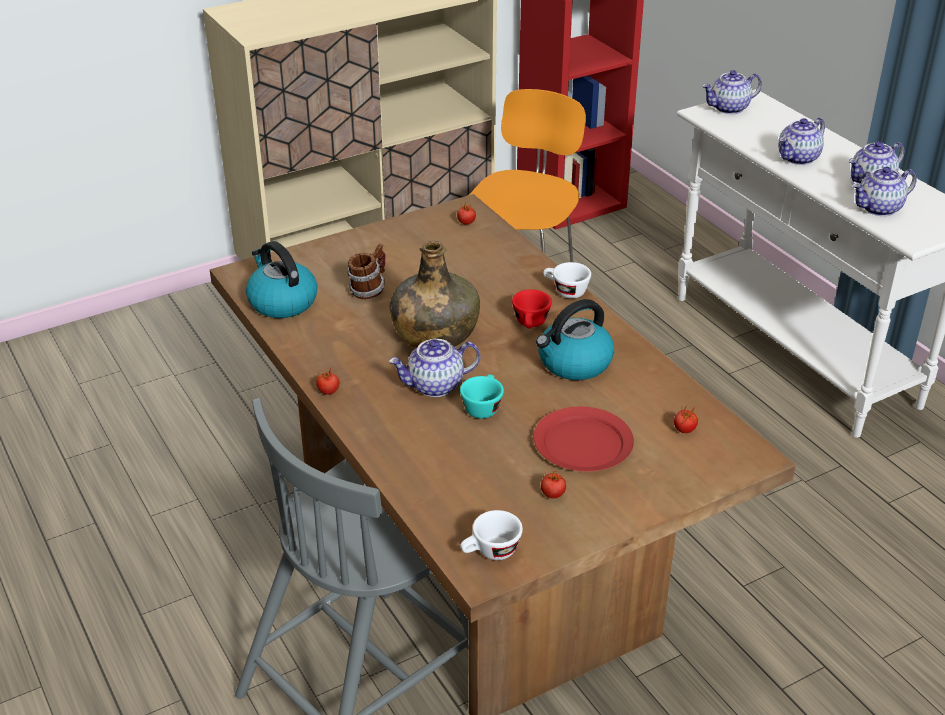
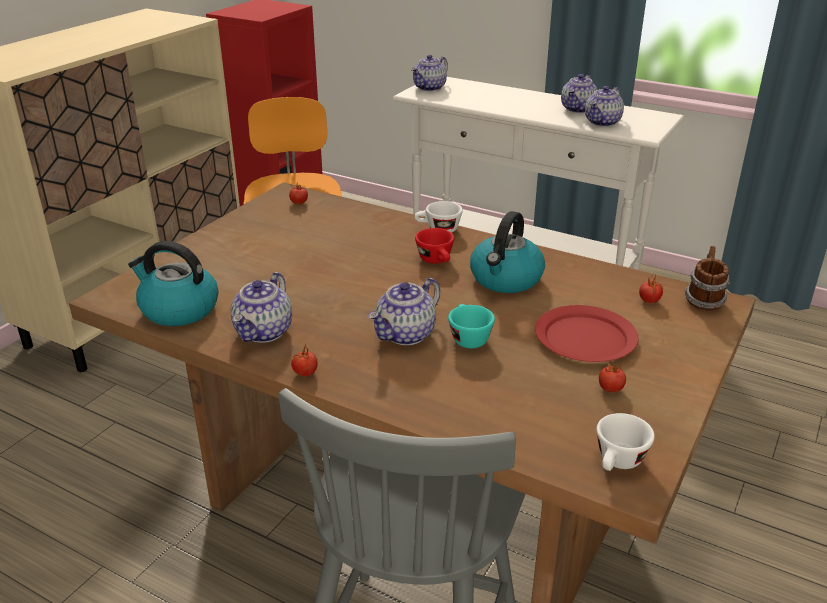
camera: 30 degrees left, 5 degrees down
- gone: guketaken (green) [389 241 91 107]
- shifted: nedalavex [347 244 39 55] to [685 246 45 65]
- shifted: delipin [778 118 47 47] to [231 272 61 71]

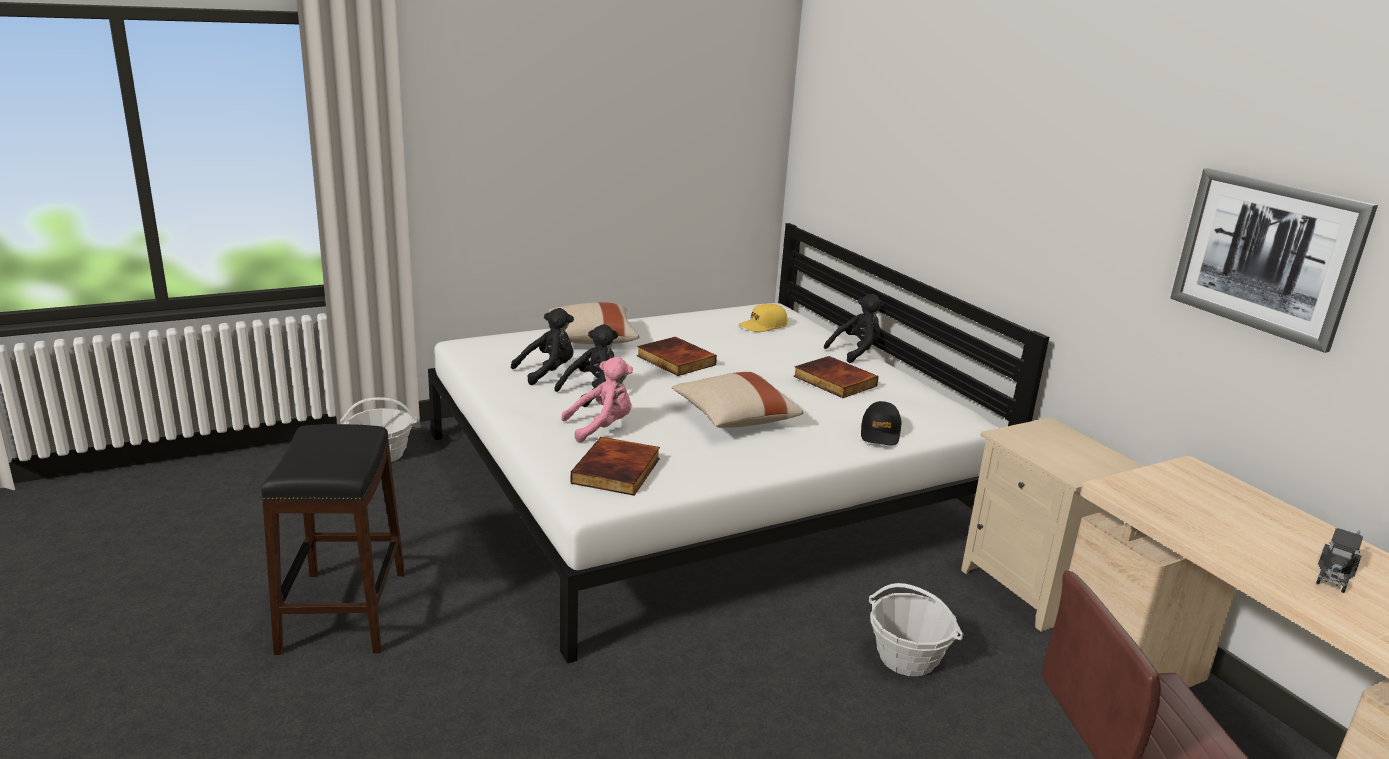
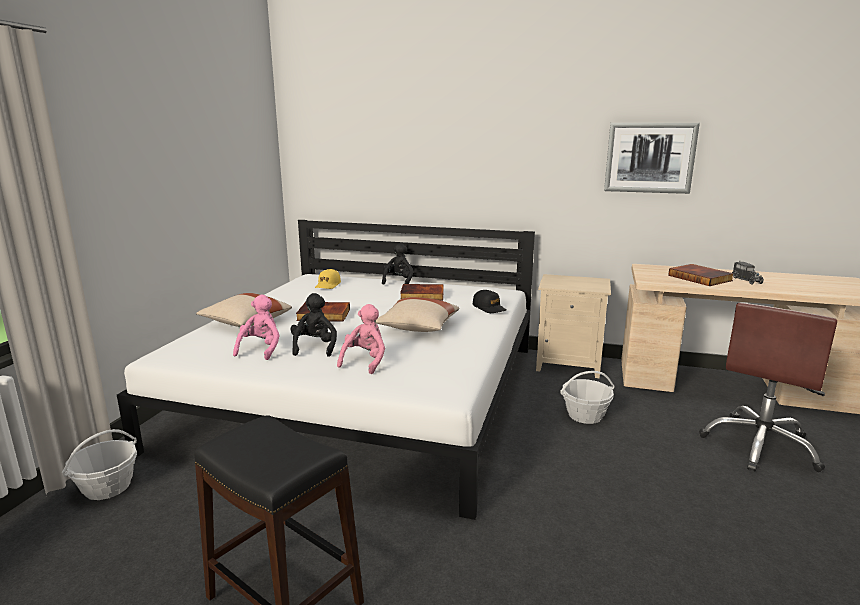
camera: 45 degrees left, 5 degrees down
- shifted: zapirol [571 437 89 59] to [668 264 66 22]
- repainted: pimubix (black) [511 308 63 77] to pimubix (pink) [233 295 47 65]

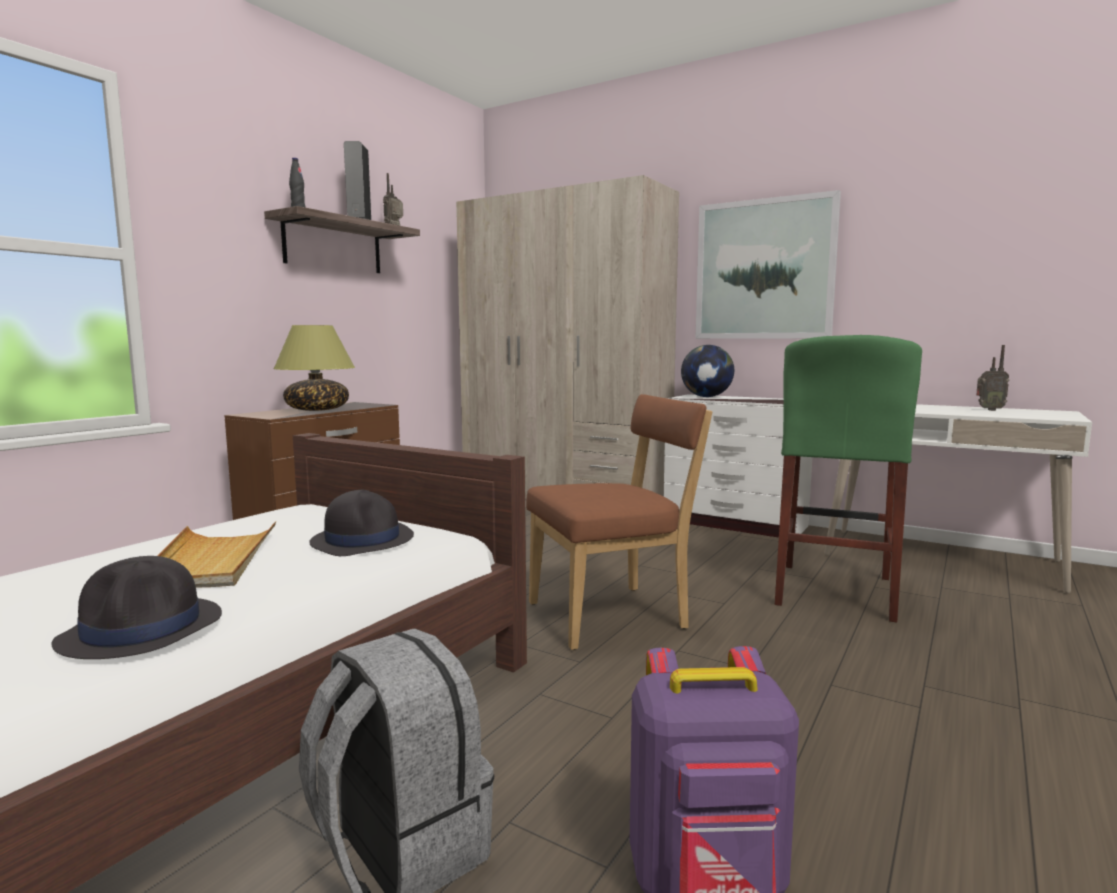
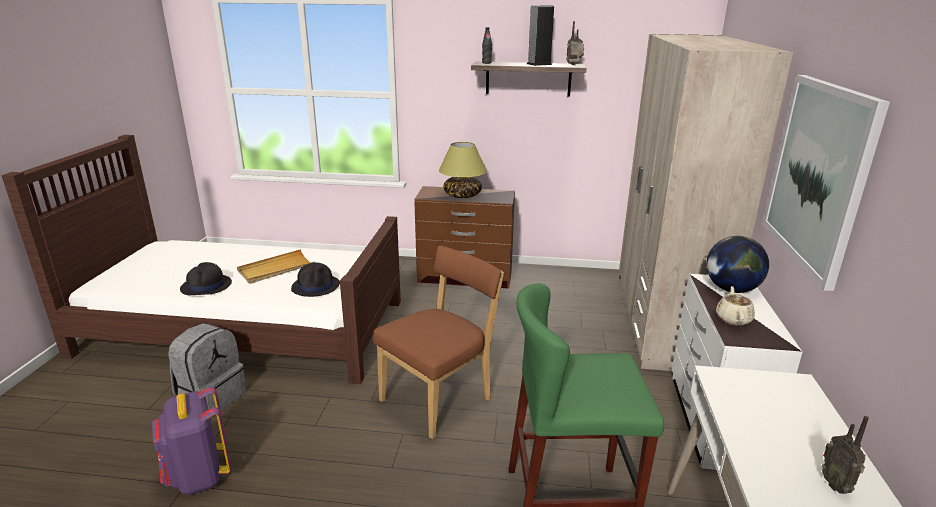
camera: 65 degrees right, 15 degrees up
- new: delipin (beige) [716 286 39 40]
- rotated: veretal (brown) [526 394 186 256] = [373 246 131 193] 90 degrees counterclockwise

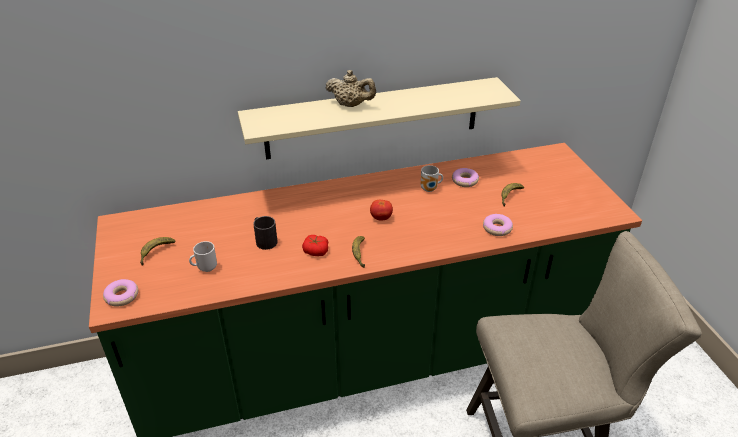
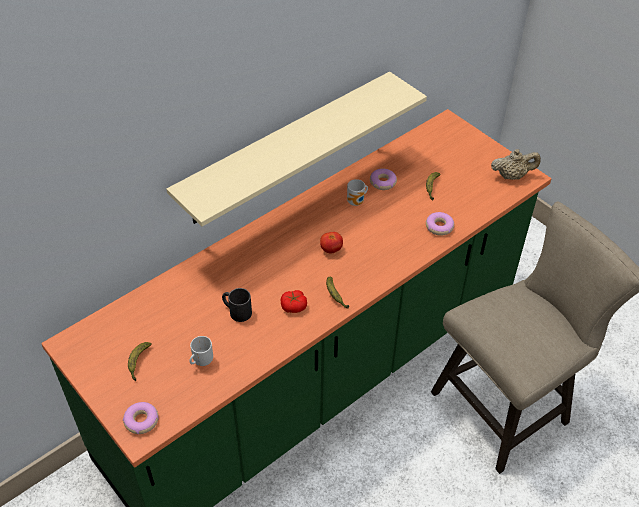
camera: 25 degrees left, 10 degrees up
- shifted: delipin (beige) [326 70 50 37] to [491 149 50 31]

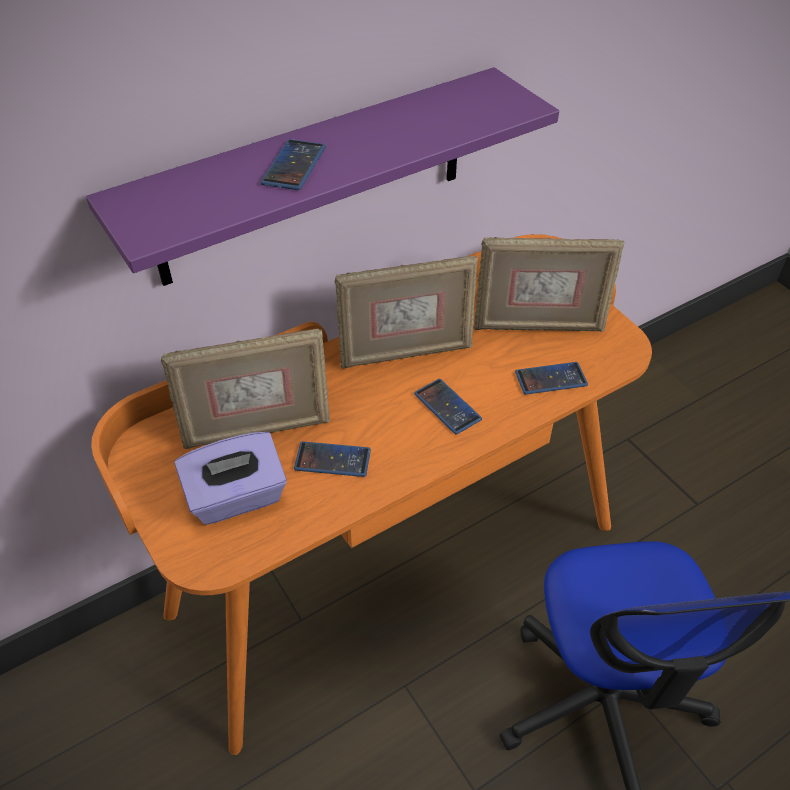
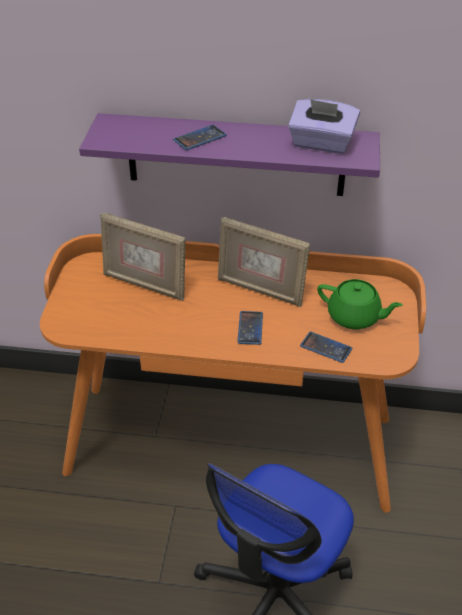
camera: 40 degrees right, 5 degrees down
- gone: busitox [294 441 77 36]
- shifted: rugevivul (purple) [175 432 112 93] to [288 99 72 55]
- swapped: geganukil [474 237 150 95] to delipin (green) [317 279 86 50]

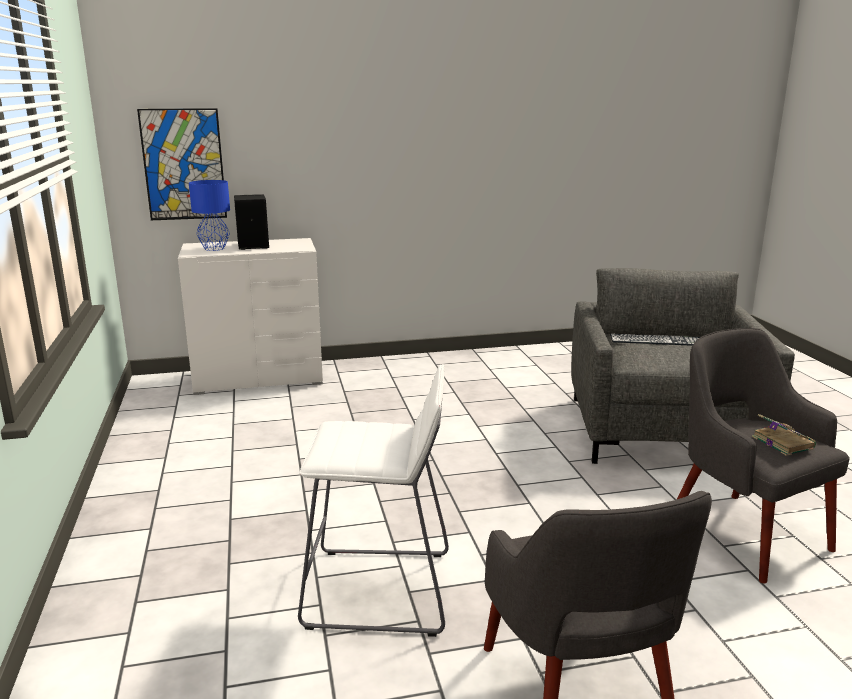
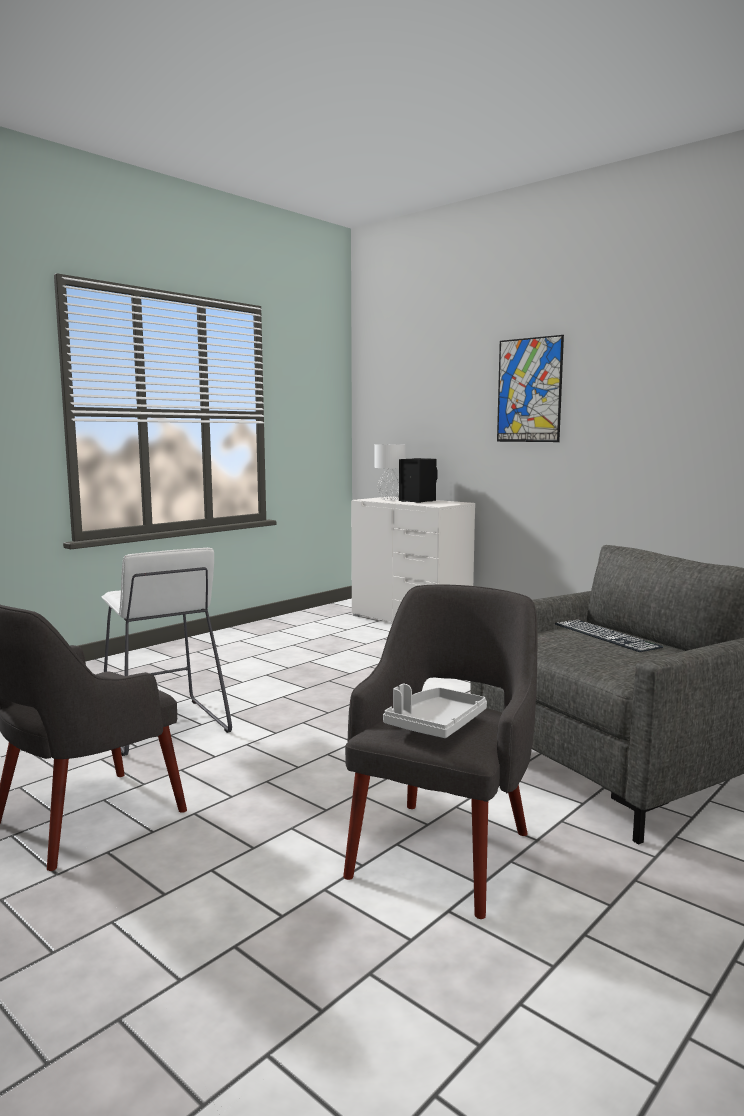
camera: 55 degrees right, 10 degrees down
- shifted: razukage [137 108 90 112] to [497 335 67 107]
- swapped: zapirol [752 414 64 42] to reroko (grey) [383 684 104 54]
- repainted: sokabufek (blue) [189 180 41 71] to sokabufek (white) [375 444 31 56]

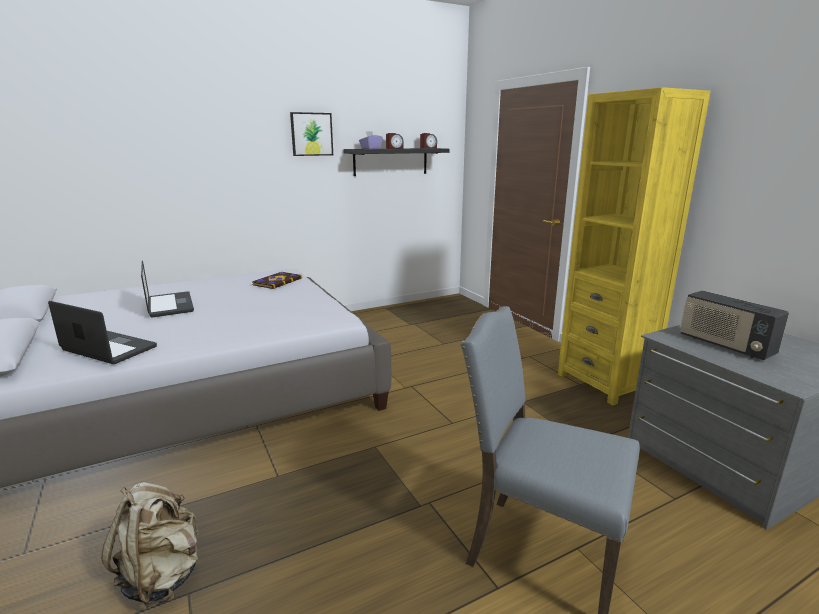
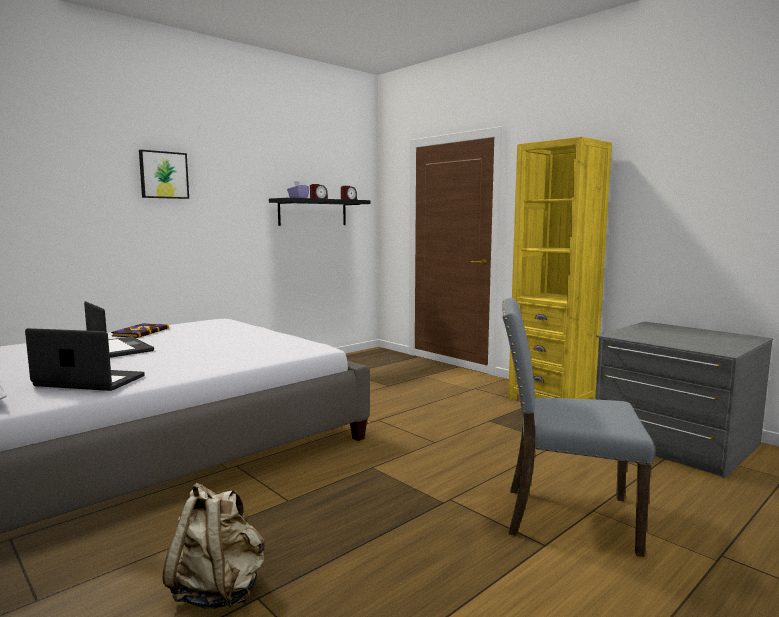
camera: 15 degrees left, 10 degrees down
- gone: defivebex [680 290 109 70]
- shifted: zapirol [252 272 50 17] to [111 323 58 15]
- shifted: razukage [290 112 43 44] to [139 150 50 49]

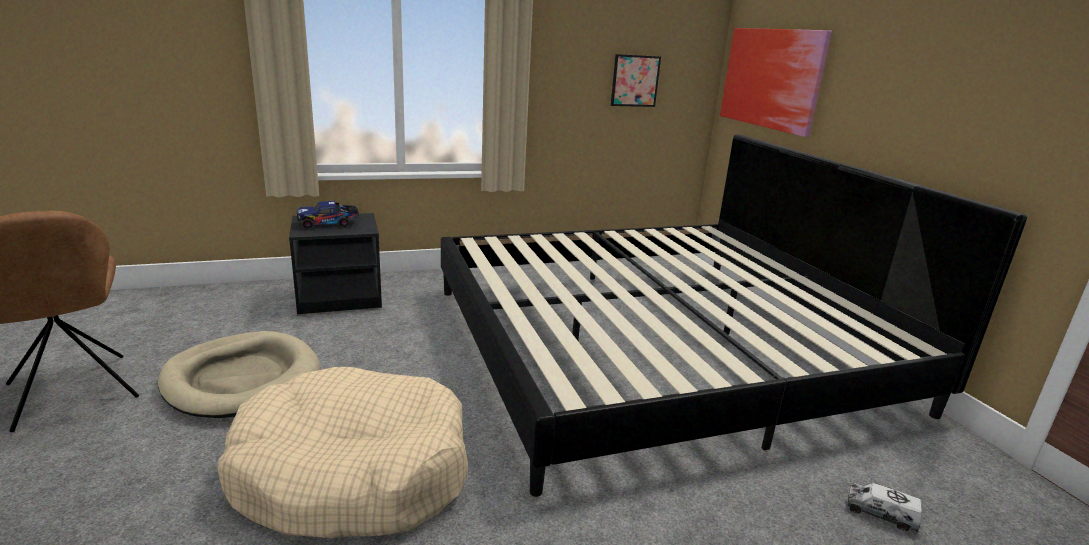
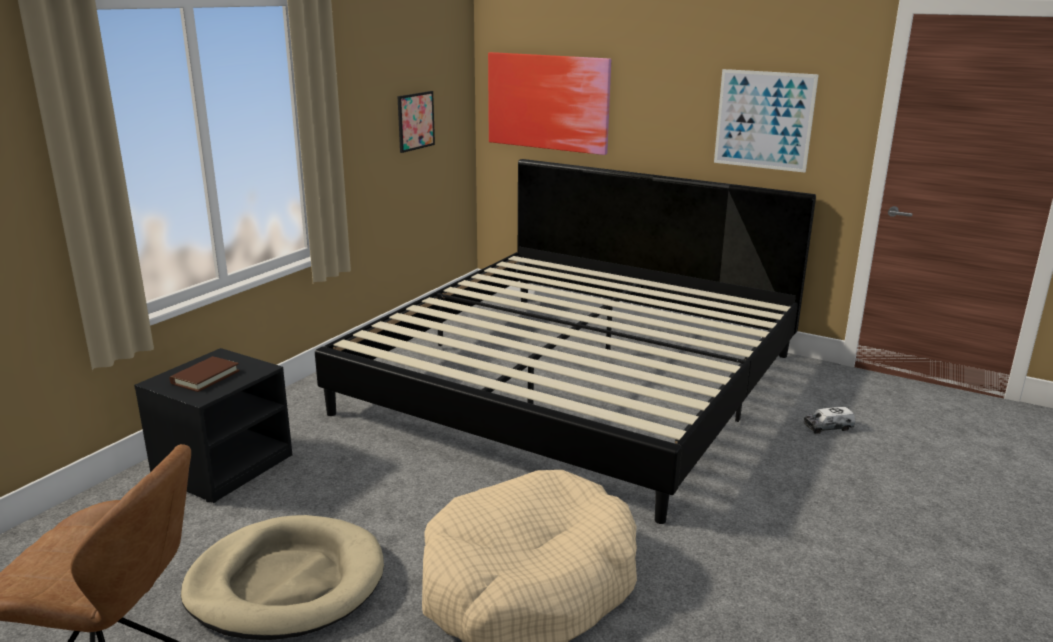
camera: 40 degrees left, 0 degrees up
- new: razukage [714 69 105 104]
- swapped: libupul [297 201 62 28] to zapirol (brown) [170 356 70 36]

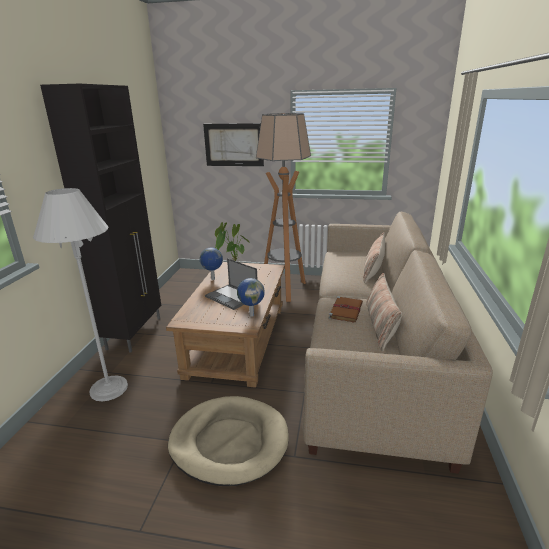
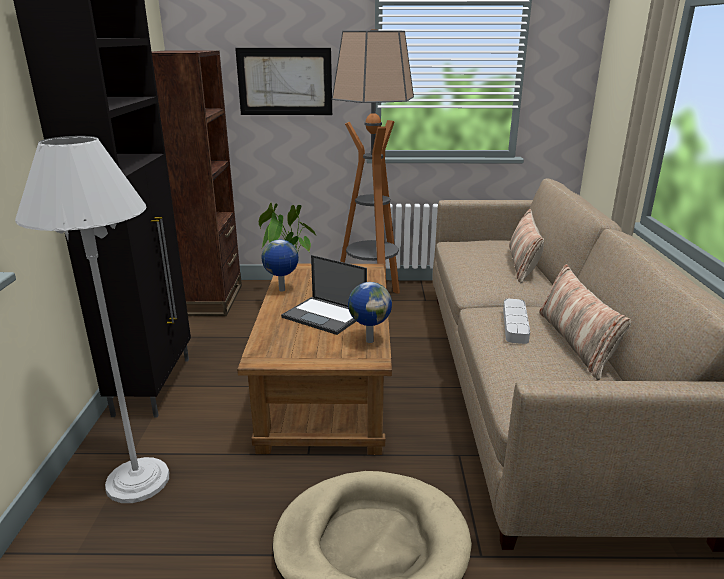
camera: 10 degrees left, 0 degrees up
- new: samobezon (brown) [152 51 90 265]
- swapped: zapirol (brown) [328 296 35 26] to reroko (grey) [503 299 27 45]

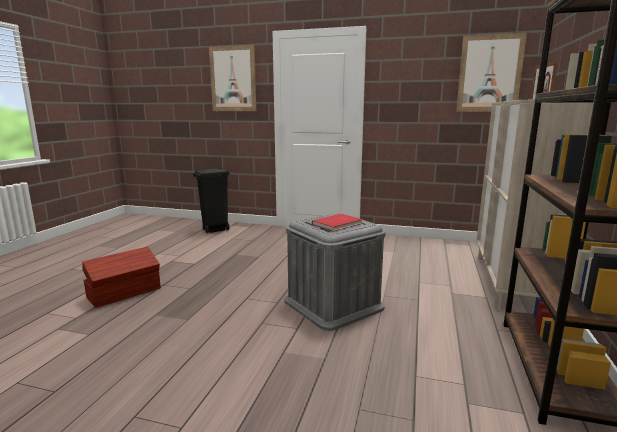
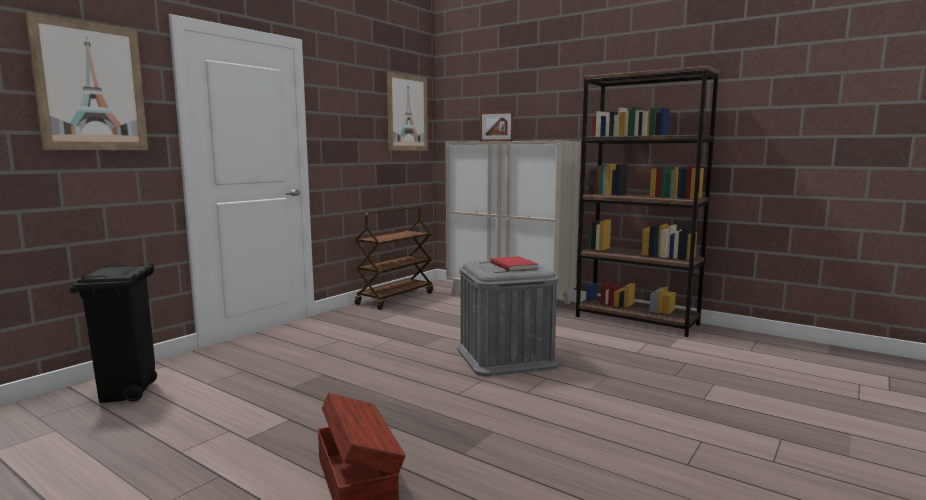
camera: 70 degrees left, 5 degrees down
- new: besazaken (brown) [355 207 78 103]

